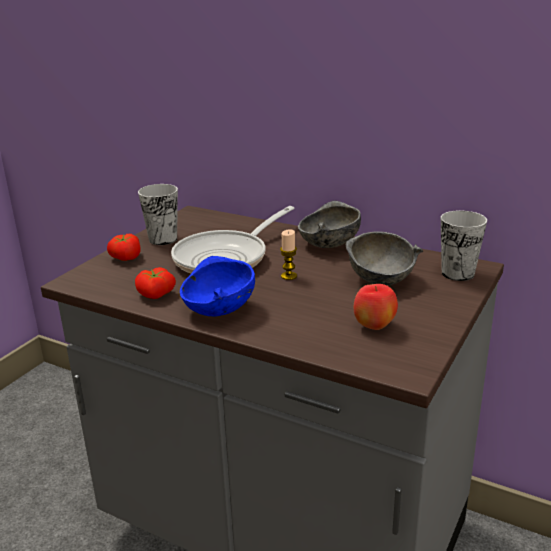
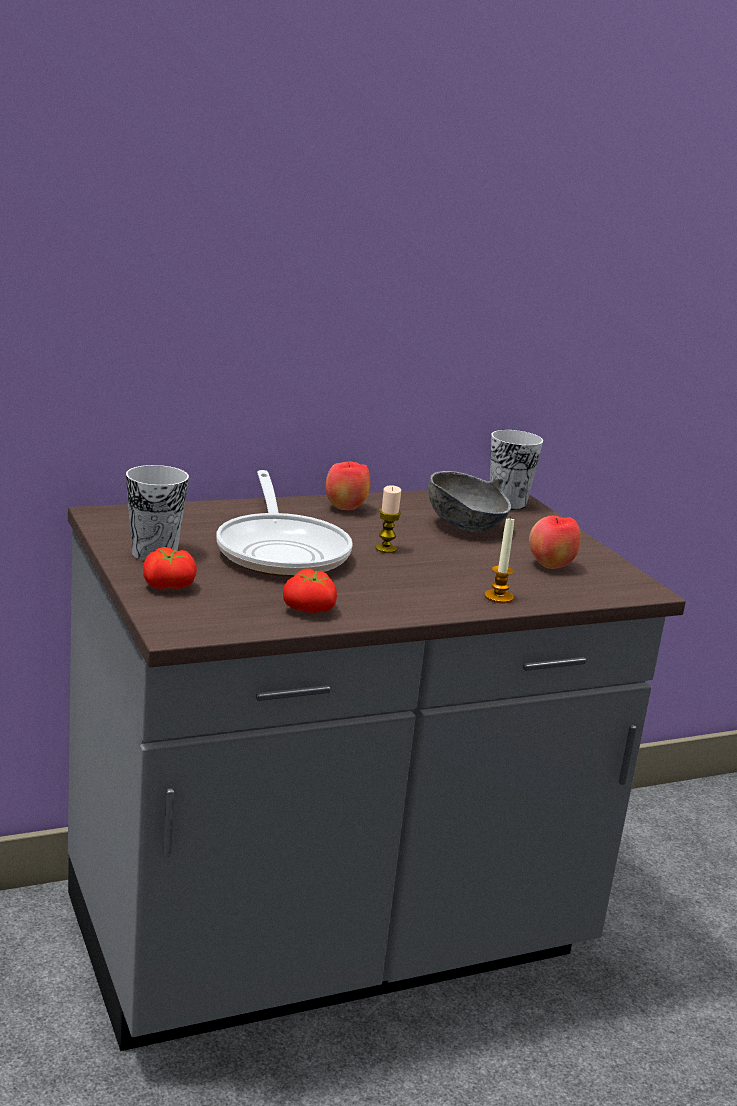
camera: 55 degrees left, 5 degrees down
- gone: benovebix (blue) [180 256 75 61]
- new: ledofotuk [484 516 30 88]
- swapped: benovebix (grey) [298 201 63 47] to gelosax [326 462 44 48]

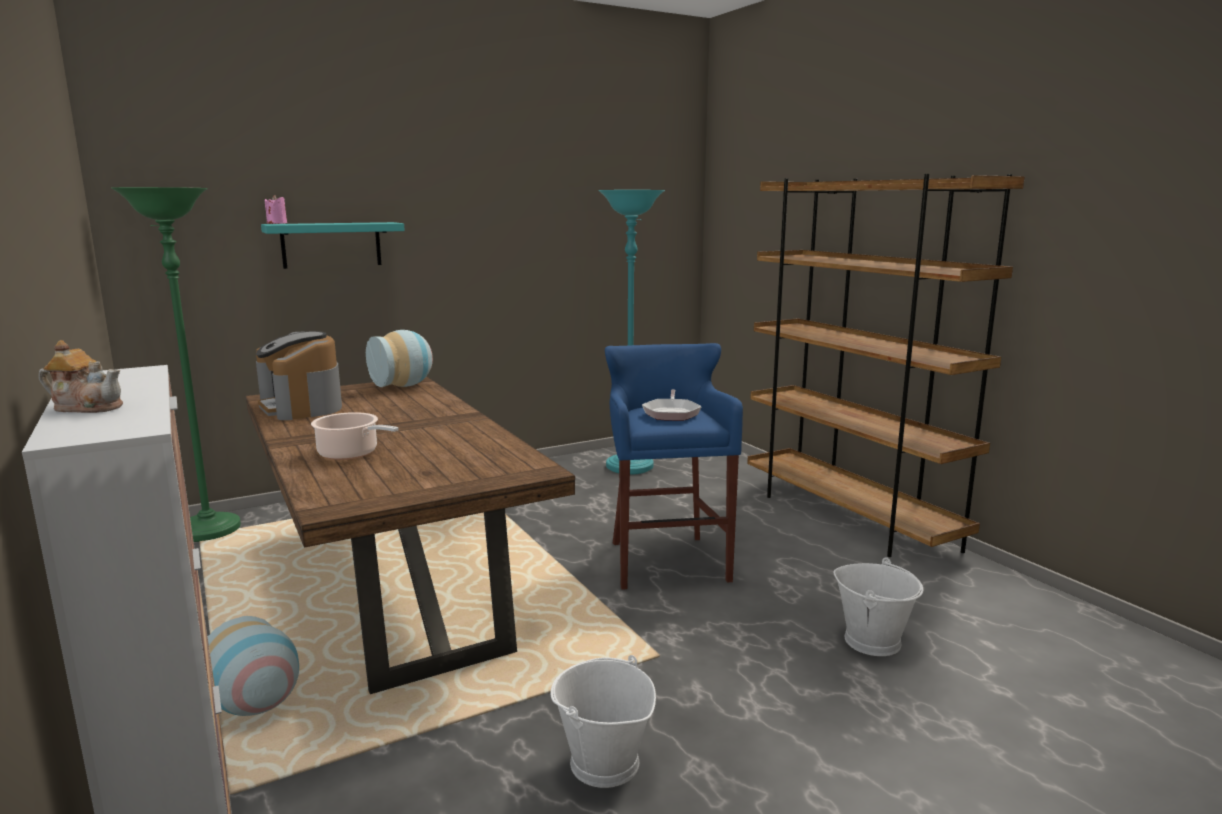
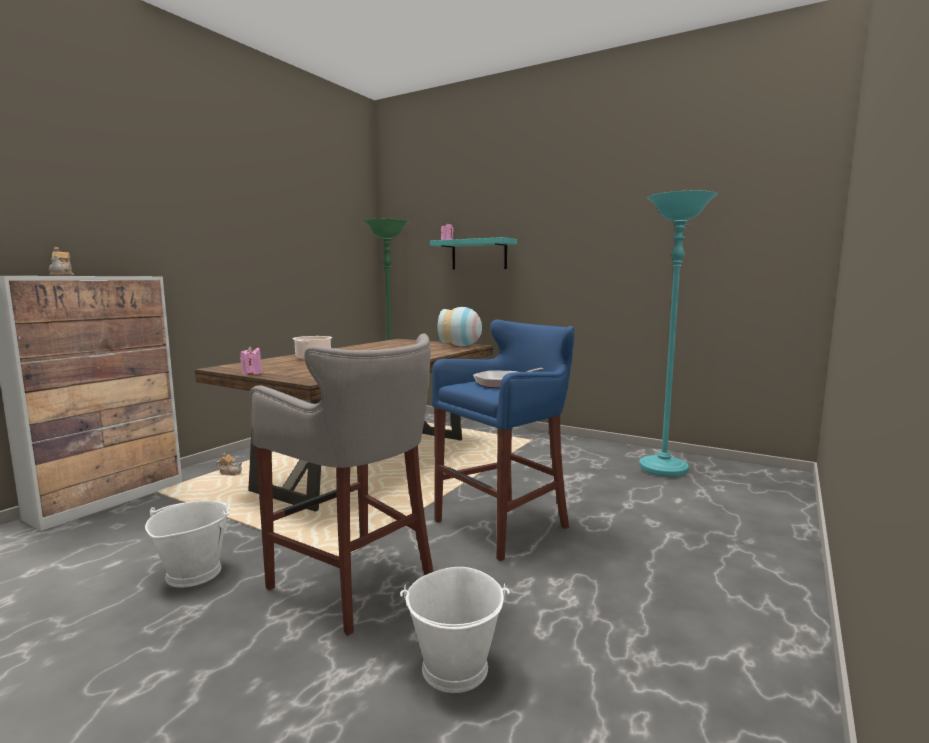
camera: 60 degrees right, 5 degrees down
- gone: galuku [256 331 86 89]
- gone: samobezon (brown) [747 174 278 383]
- new: ledofotuk (pink) [240 346 22 29]
- new: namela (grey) [250 334 184 302]
- swapped: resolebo [208 616 91 100] to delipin [216 453 26 23]

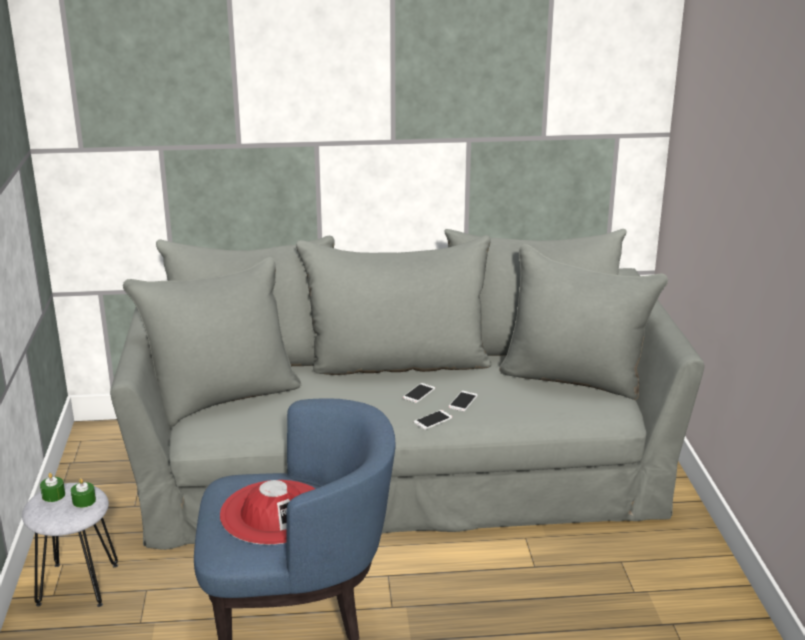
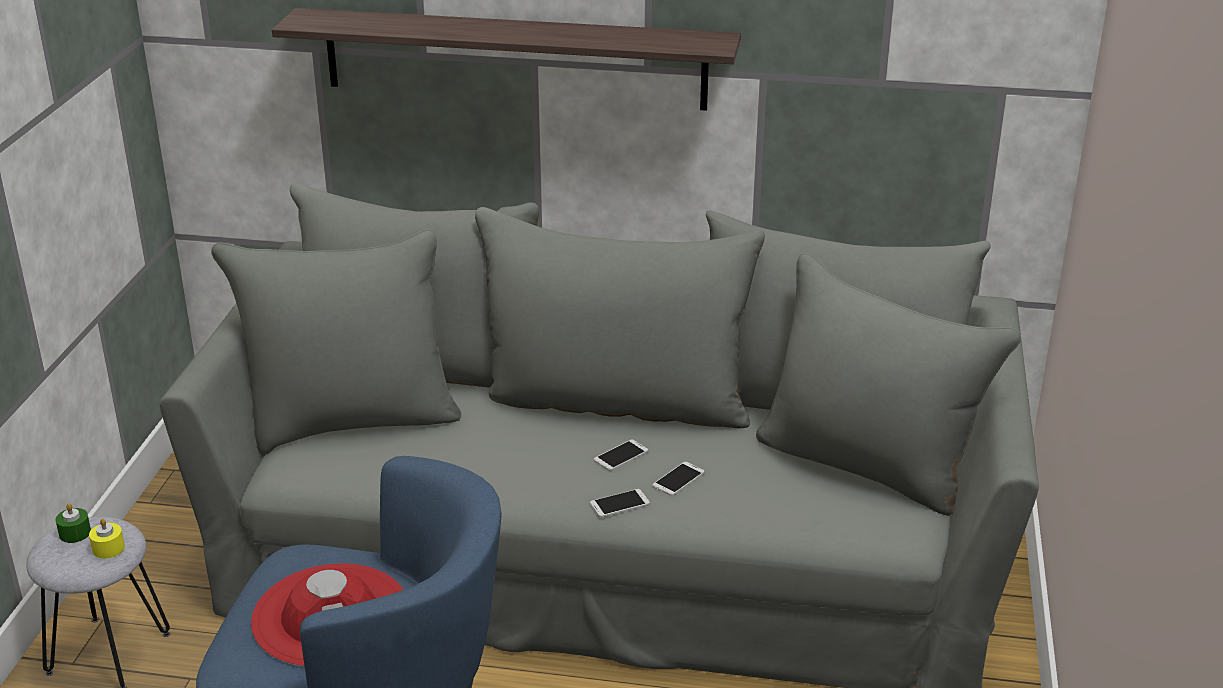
camera: 15 degrees right, 5 degrees up
- new: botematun [272 8 469 103]
- repainted: ledofotuk (green) [71 478 25 30] to ledofotuk (yellow) [89 518 36 41]

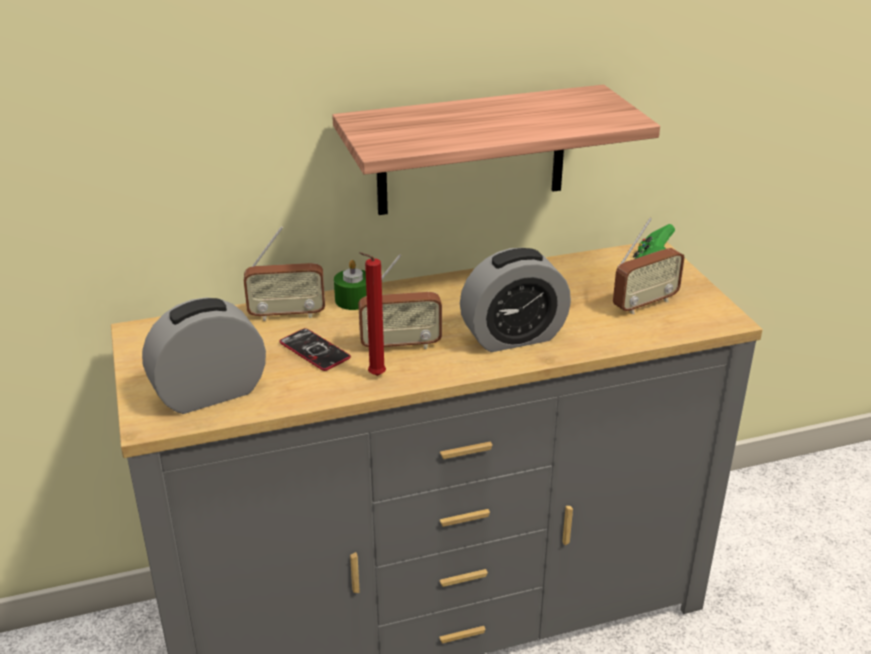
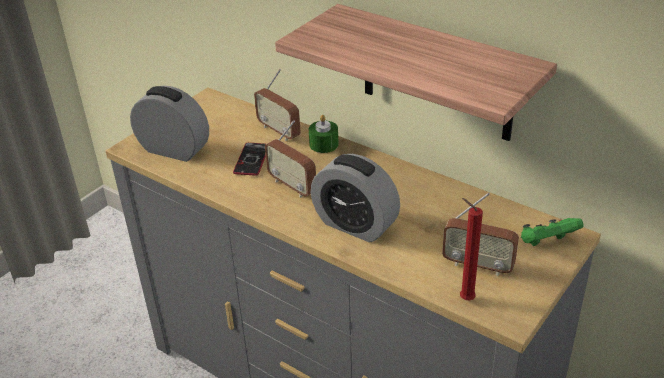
camera: 55 degrees right, 5 degrees up
- shifted: ledofotuk (red) [359 252 27 124] to [460 198 23 102]

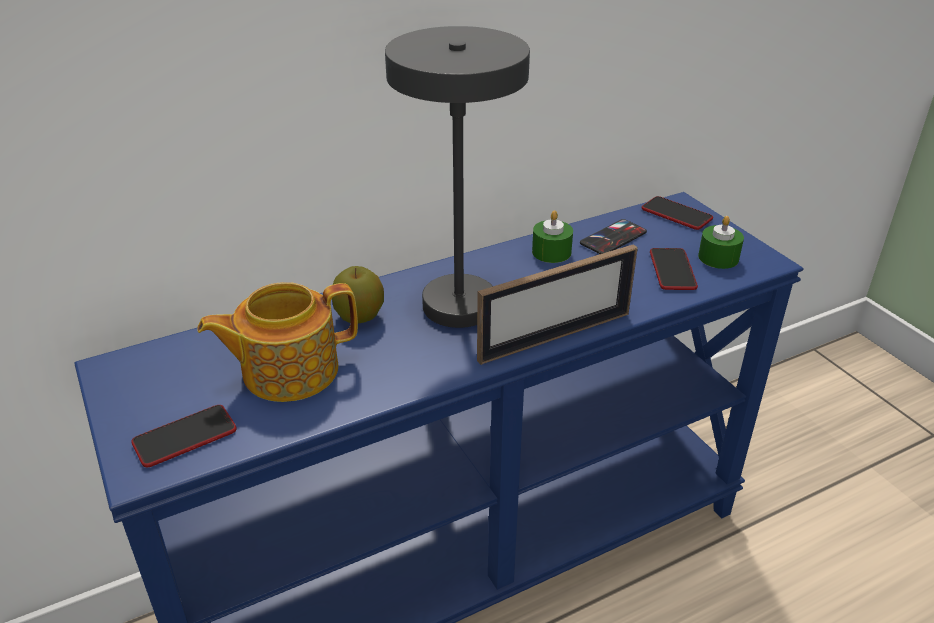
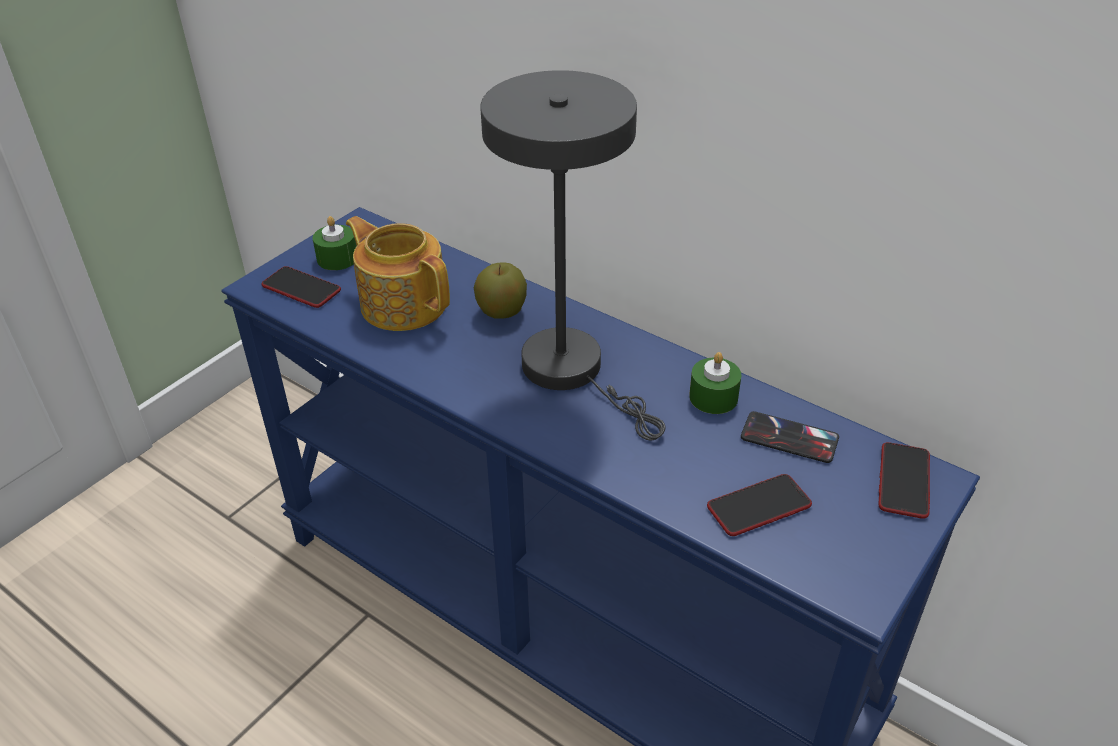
camera: 65 degrees right, 5 degrees up
- gone: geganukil [477 244 161 121]
- shifted: ledofotuk (green) [698 216 46 53] to [313 216 44 54]

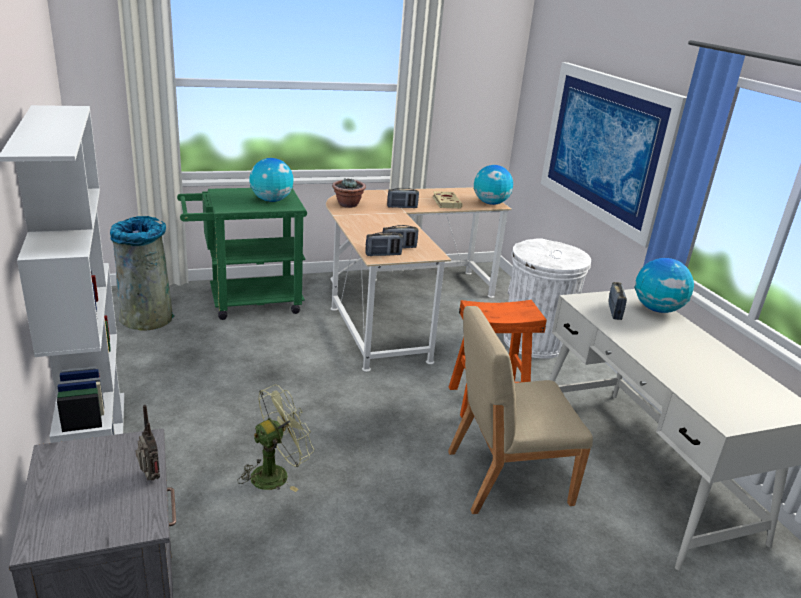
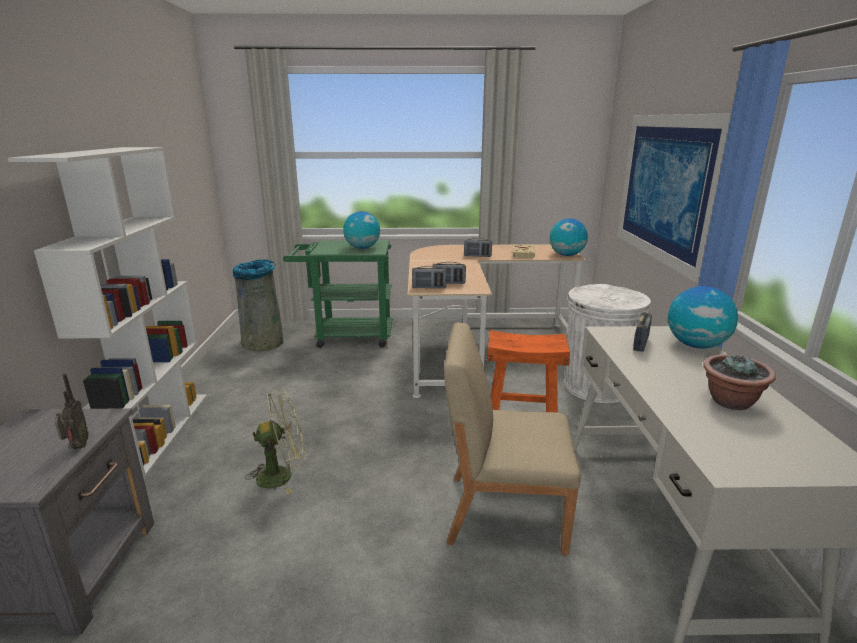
camera: 20 degrees right, 5 degrees down
- shifted: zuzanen [332 178 34 30] to [703 354 73 56]

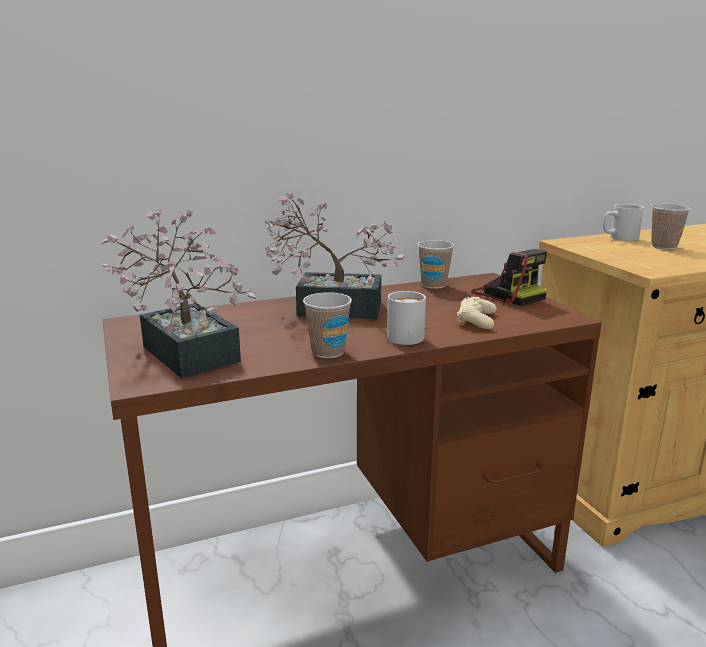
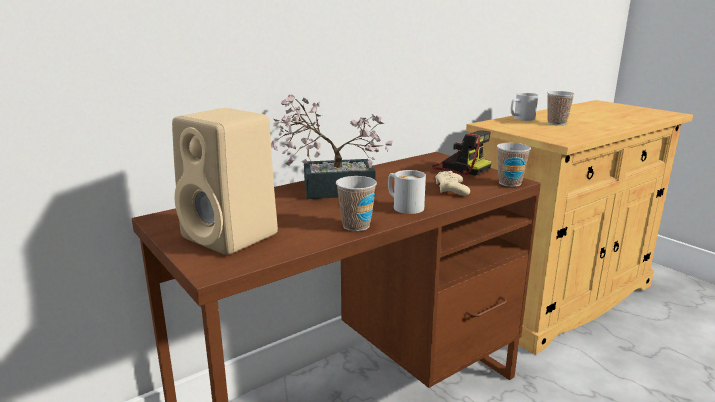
camera: 15 degrees left, 0 degrees up
- shifted: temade [417 240 37 49] to [497 143 34 44]
- swapped: zuzanen [100 209 156 169] to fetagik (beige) [172 108 106 147]

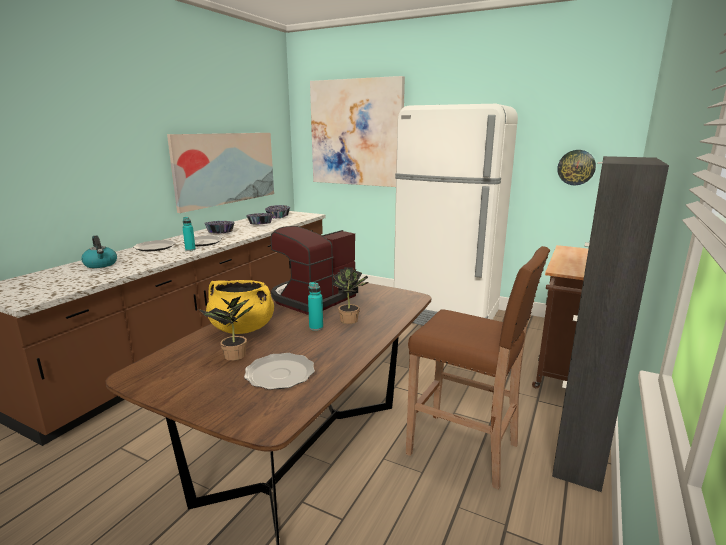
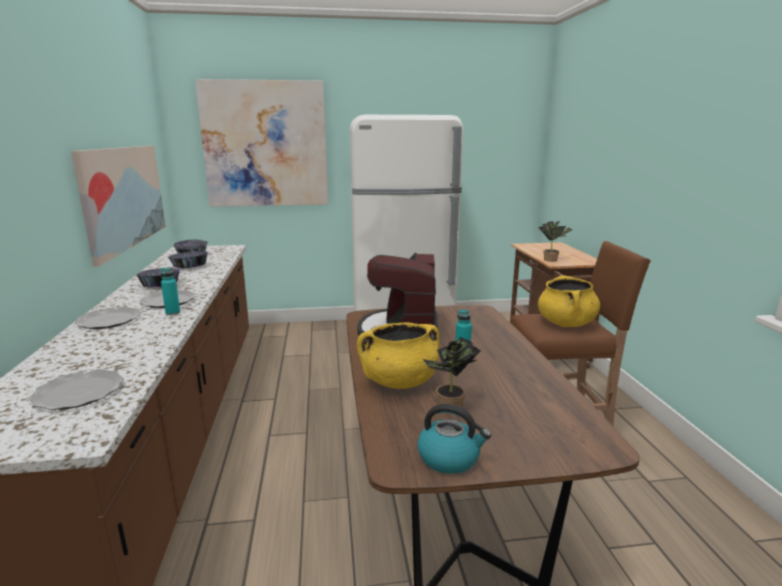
camera: 35 degrees left, 0 degrees up
- gone: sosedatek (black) [552 156 117 336]
- gone: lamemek [557 150 39 35]
- new: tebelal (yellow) [538 275 62 52]
- shifted: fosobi [81 236 36 32] to [417 404 74 70]
- shifted: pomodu [244 353 71 37] to [29 369 95 41]
- shifted: zuzanen [332 267 37 57] to [538 221 34 41]

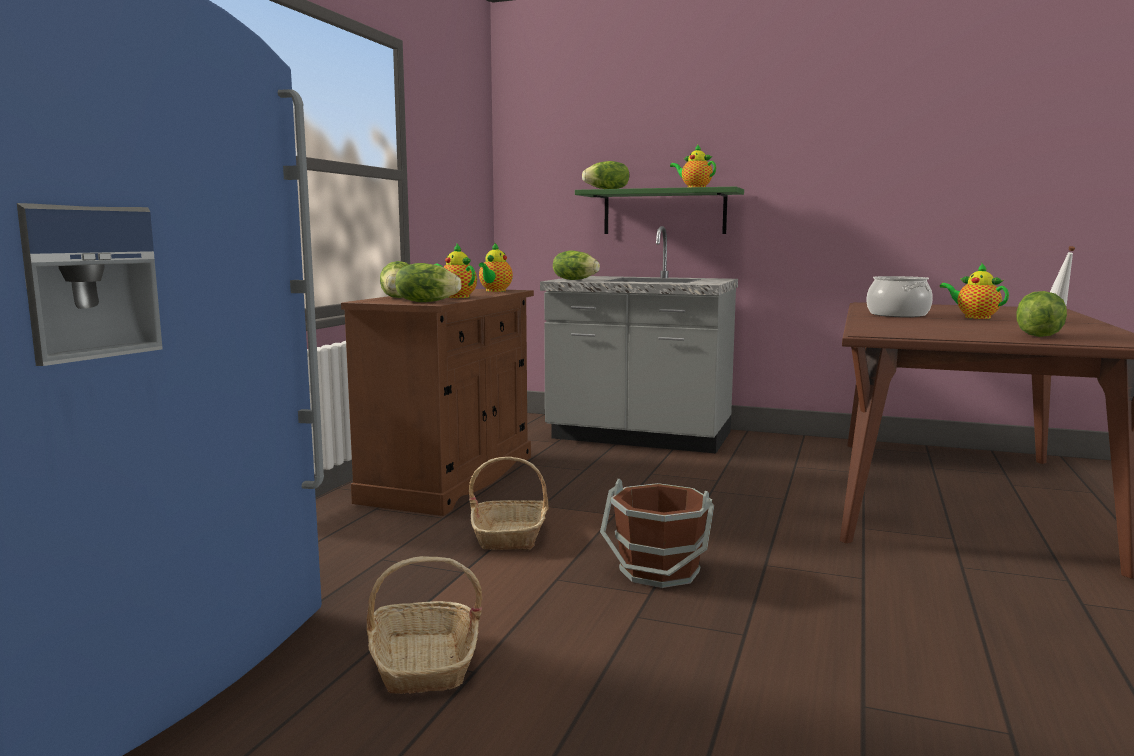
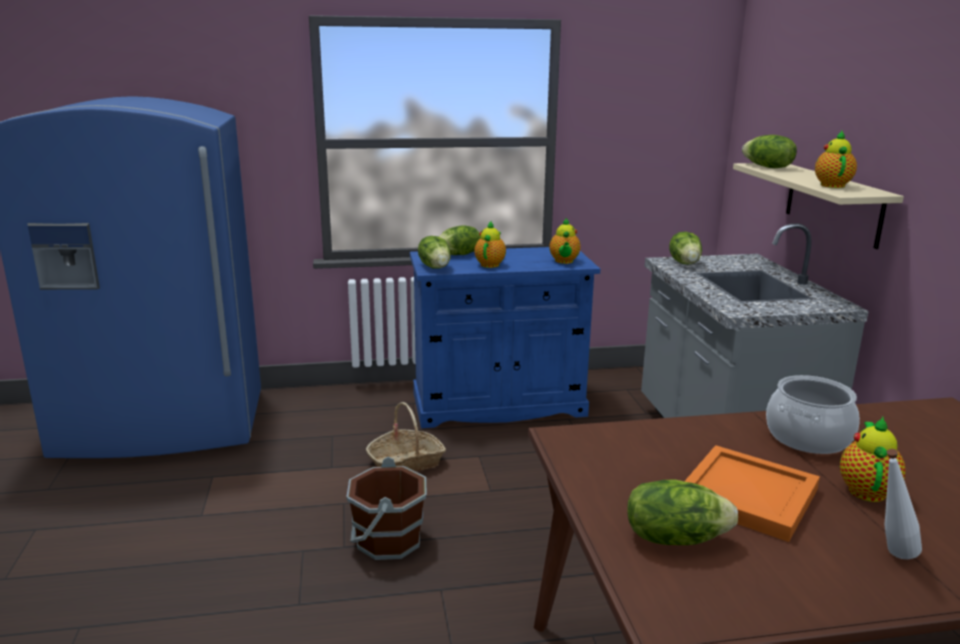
camera: 60 degrees right, 10 degrees up
- gone: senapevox [367 556 116 138]
- new: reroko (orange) [684 445 136 97]
- repainted: sosedatek (brown) [341 289 193 227] to sosedatek (blue) [410 247 190 181]
- repainted: botematun (green) [575 187 169 47] to botematun (beige) [733 163 171 86]
- rotated: delipin [479 242 34 50] = [549 218 32 46] 75 degrees counterclockwise

